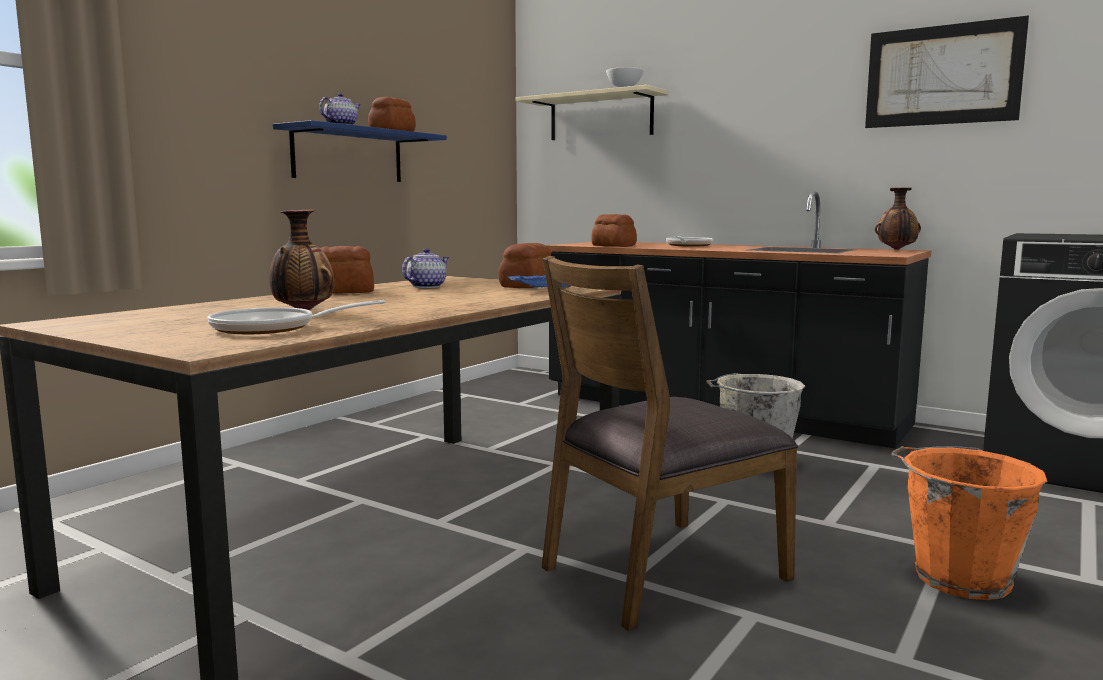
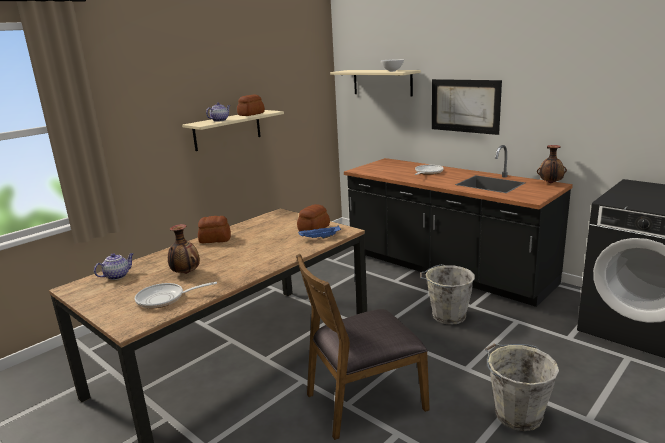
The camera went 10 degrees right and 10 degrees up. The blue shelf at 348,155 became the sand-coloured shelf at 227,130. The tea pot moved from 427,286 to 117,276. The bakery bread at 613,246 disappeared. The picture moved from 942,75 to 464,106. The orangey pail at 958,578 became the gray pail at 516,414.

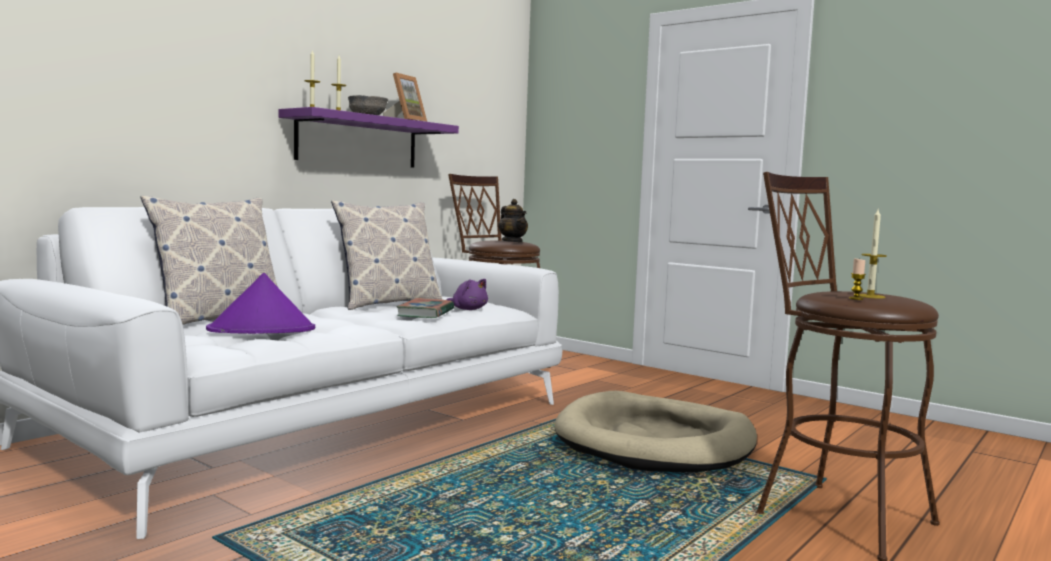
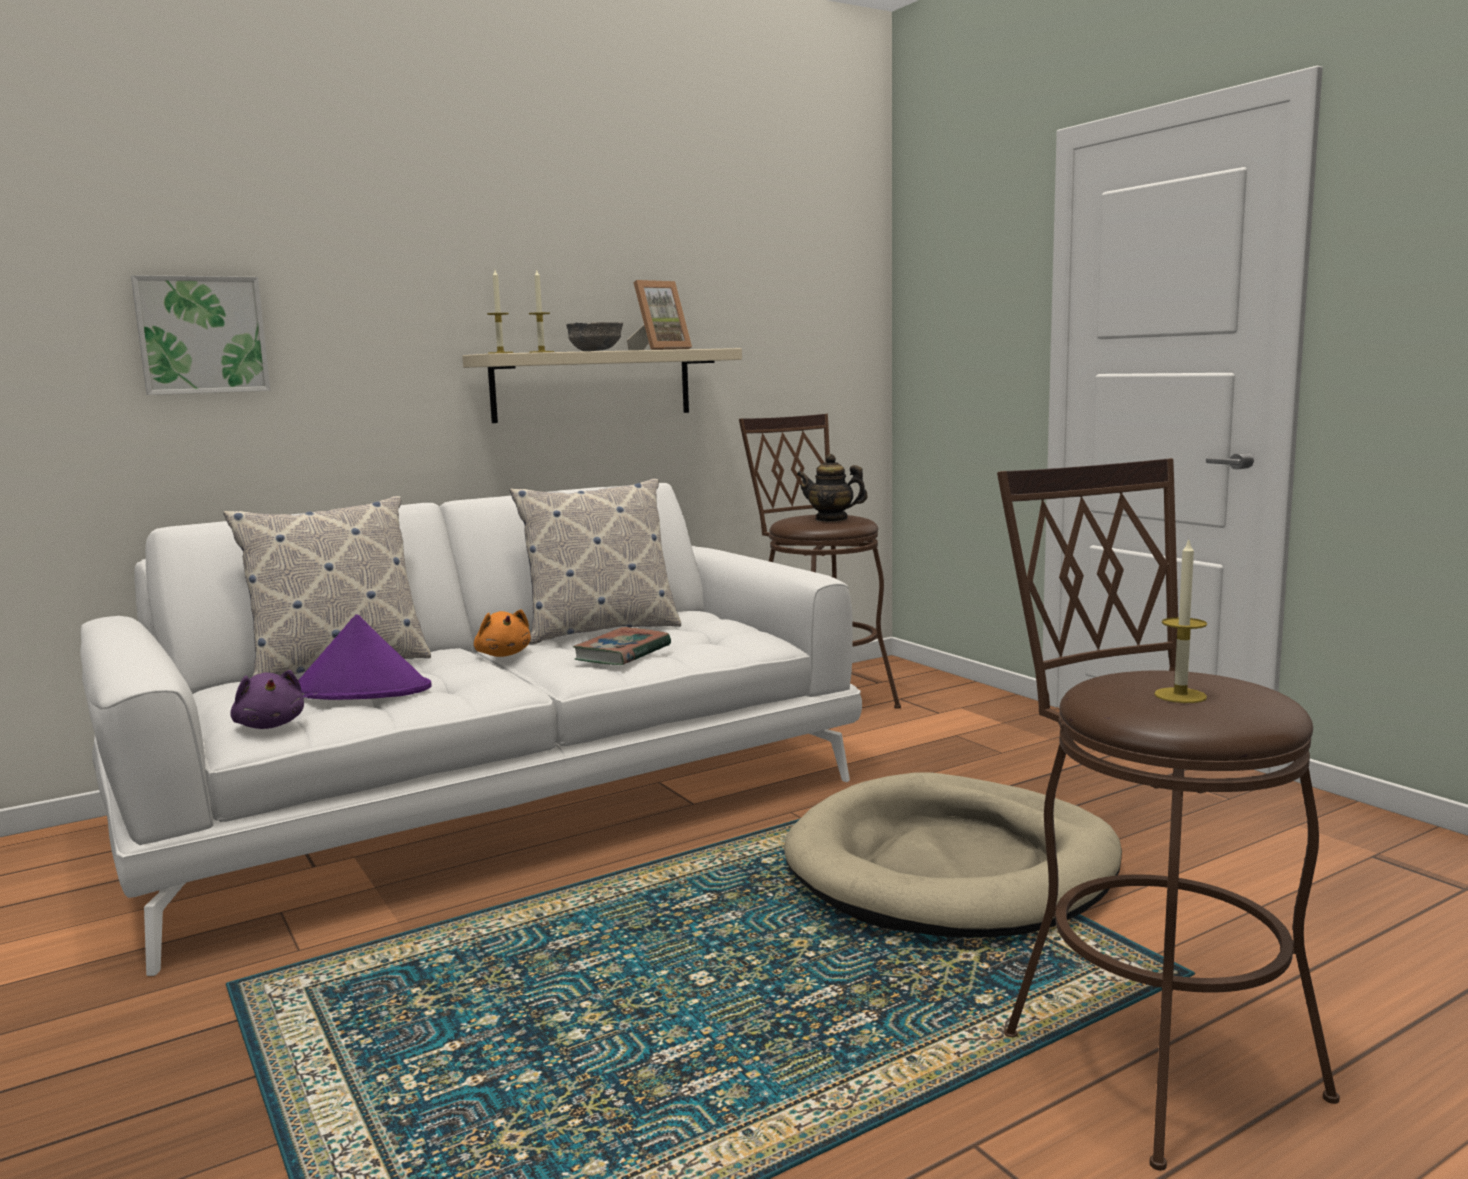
The camera went 20 degrees right and 5 degrees up. The purple shelf at 358,141 became the sand-coloured shelf at 593,385. The purple plush toy moved from 468,309 to 270,725. The tea pot at 512,242 turned 120 degrees clockwise. The candle at 856,298 disappeared. The picture at 201,335 appeared. The orangey plush toy at 503,654 appeared.

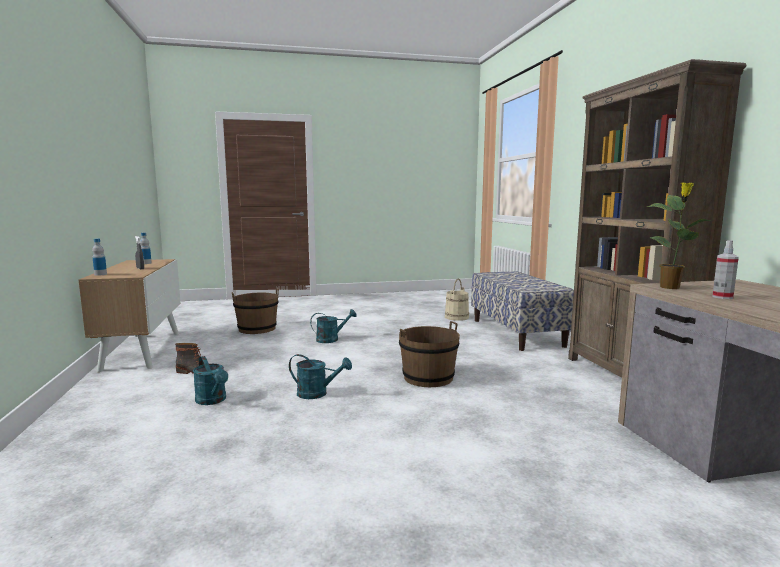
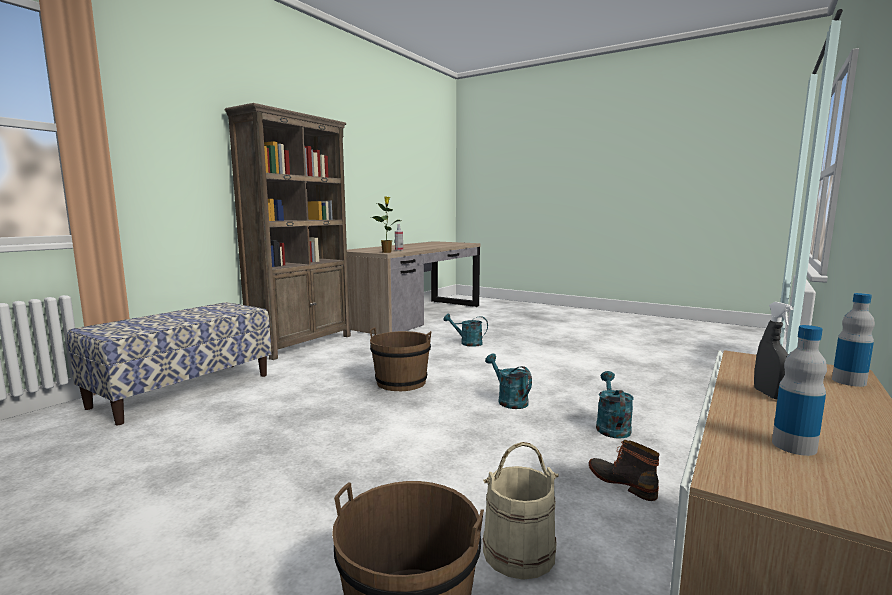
The camera went 135 degrees left and 0 degrees up. The blue-green sprinkling can moved from 331,339 to 467,343. The sand-coloured pail moved from 456,317 to 519,552.

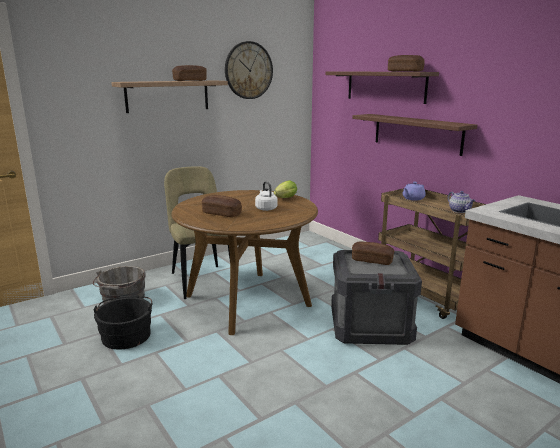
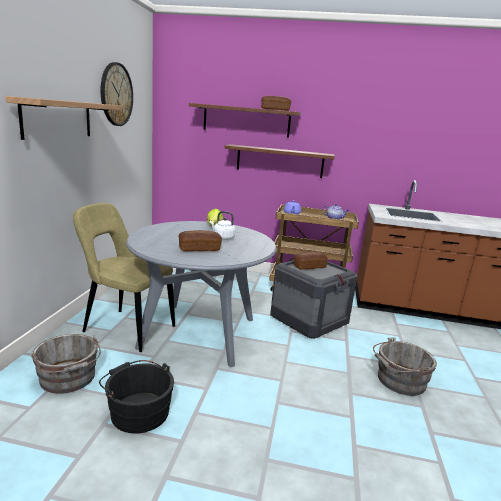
The camera went 45 degrees left and 0 degrees up. The brownish kitchen table at 247,300 became the gray kitchen table at 198,332. The bakery bread at 190,80 disappeared. The gray pail at 398,381 appeared.

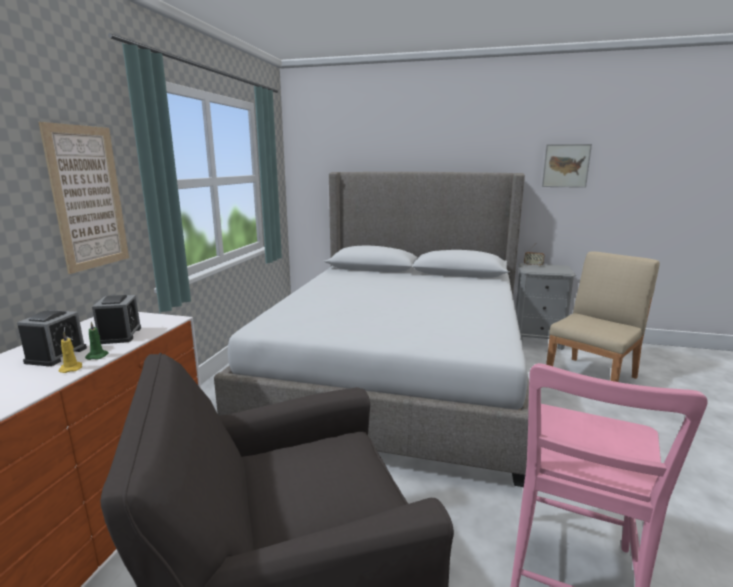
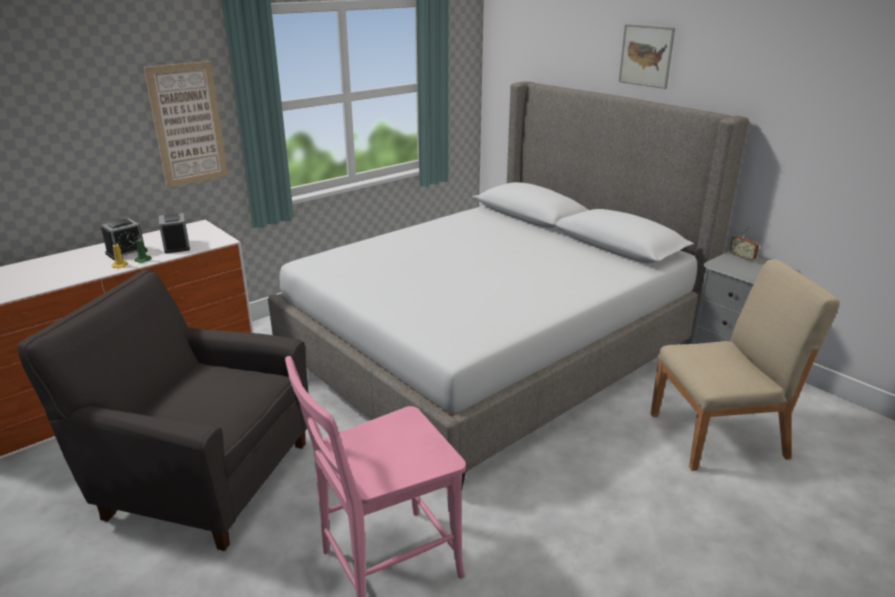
The camera went 35 degrees right and 10 degrees up. The table clock at 120,335 turned 45 degrees counterclockwise. The picture moved from 566,165 to 646,56.

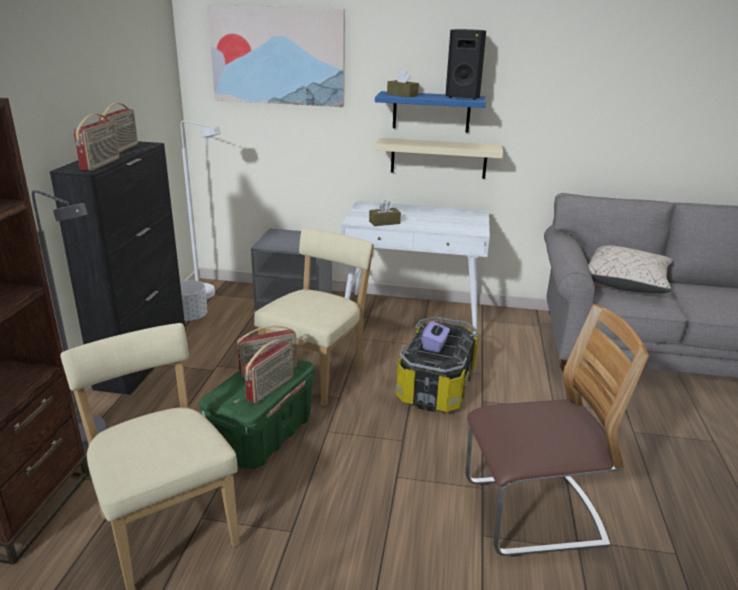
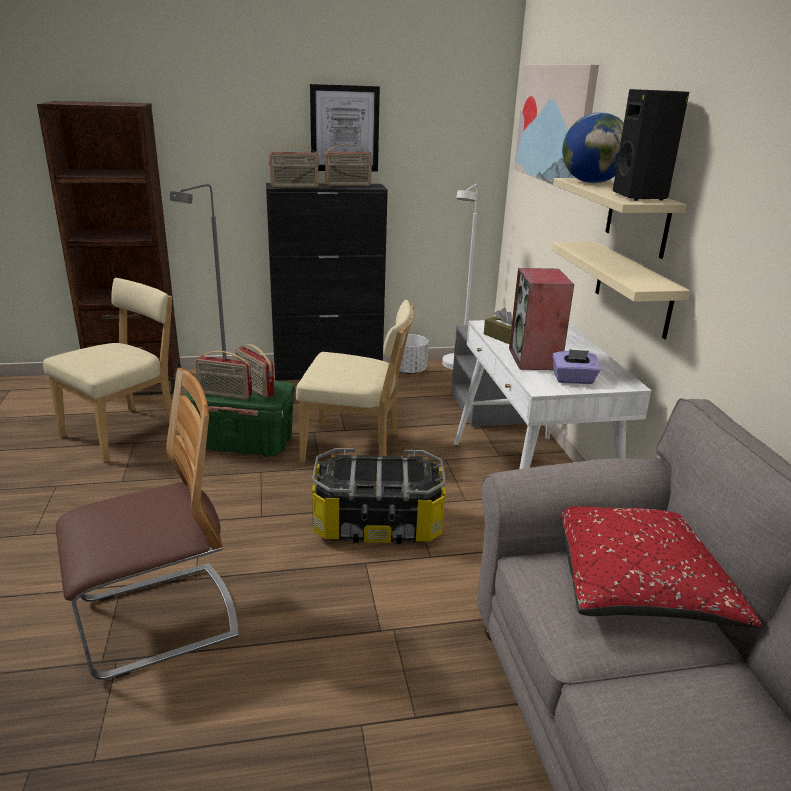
The camera went 70 degrees right and 0 degrees up. The blue shelf at 431,112 became the sand-coloured shelf at 637,217. The brownish box of tissues at 402,95 was replaced by the world globe at 591,182. The purple box of tissues moved from 435,345 to 573,380. The plain chair at 532,513 turned 90 degrees counterclockwise. The sand-coloured throw pillow at 625,282 became the reddish throw pillow at 641,586. The picture at 344,129 appeared. The loudspeaker at 535,359 appeared.

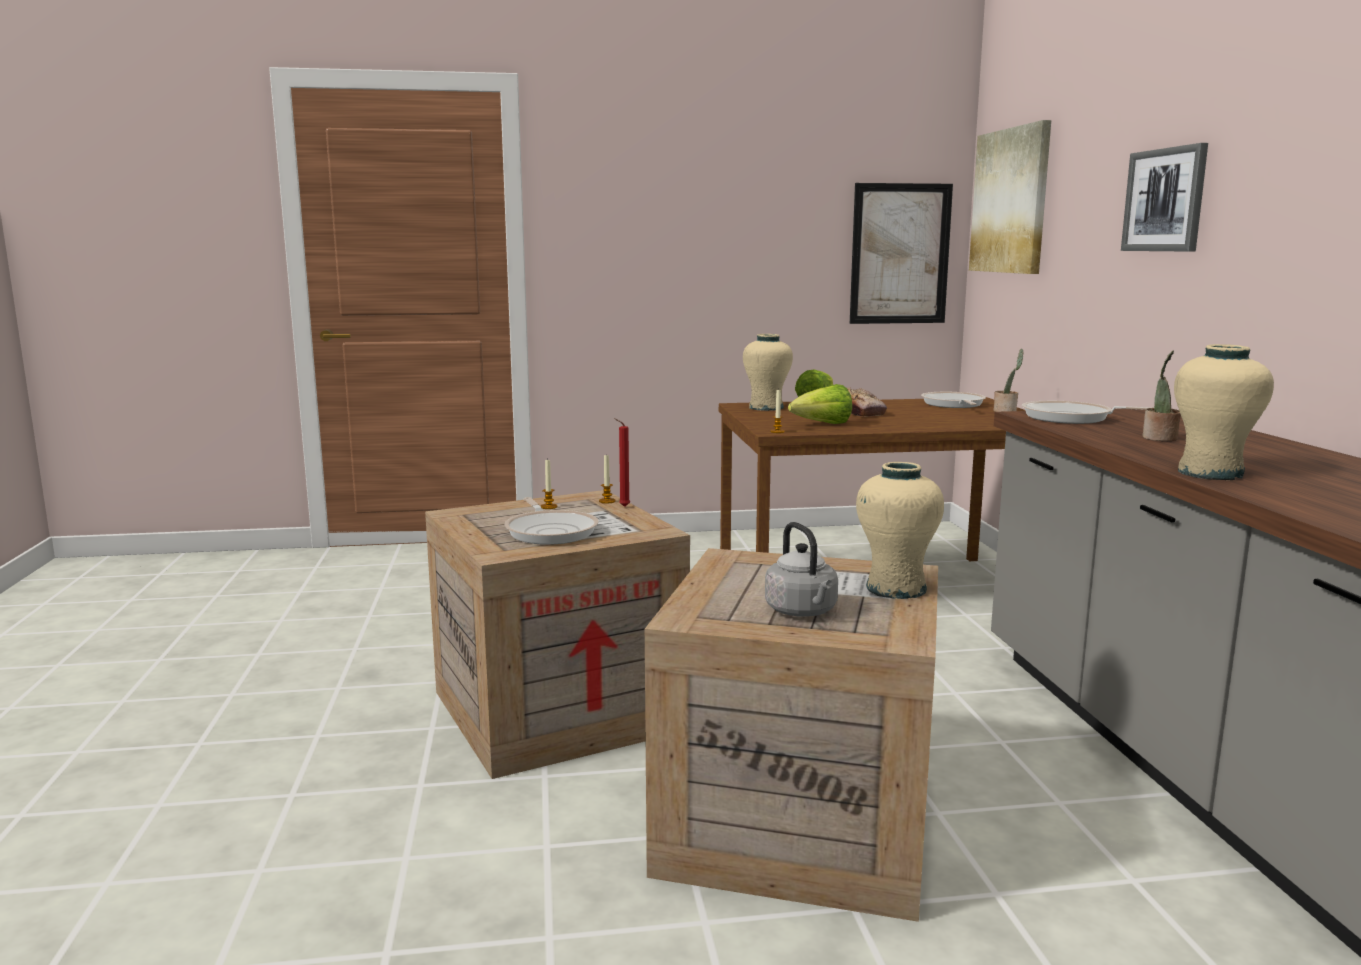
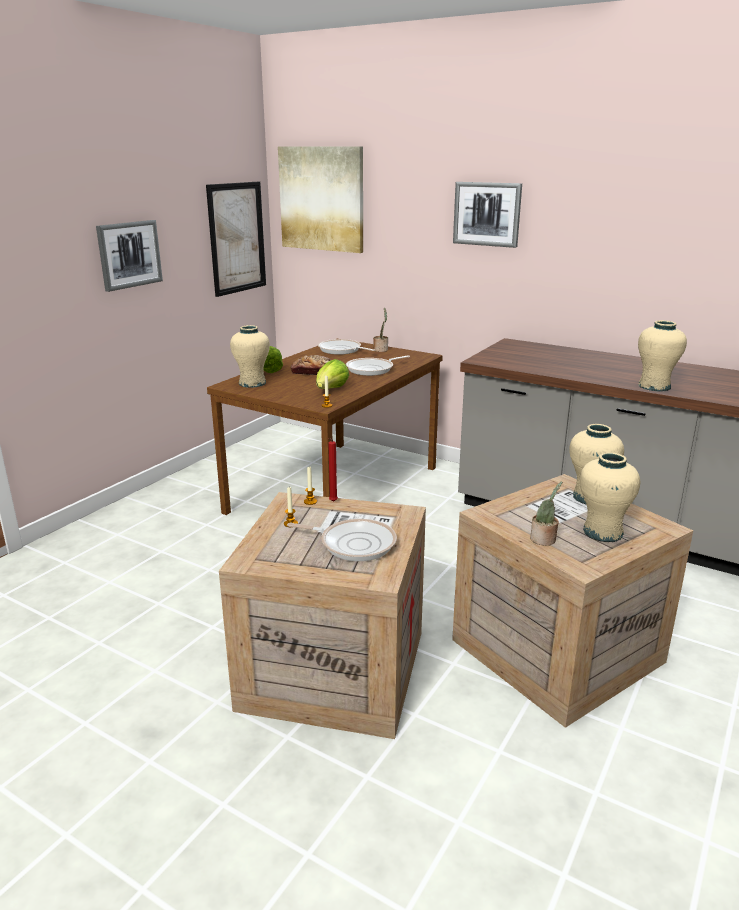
The camera went 50 degrees left and 10 degrees up. The gray water kettle at 803,612 was replaced by the sand-coloured decorative vase at 602,532. The frying pan moved from 1072,418 to 372,369. The houseplant moved from 1160,438 to 544,540. The picture at 129,254 appeared.

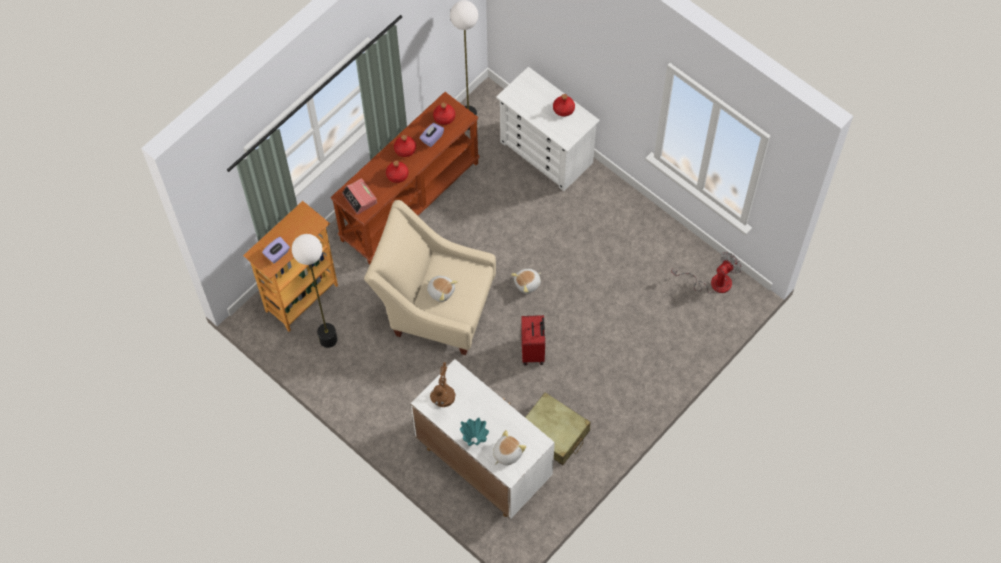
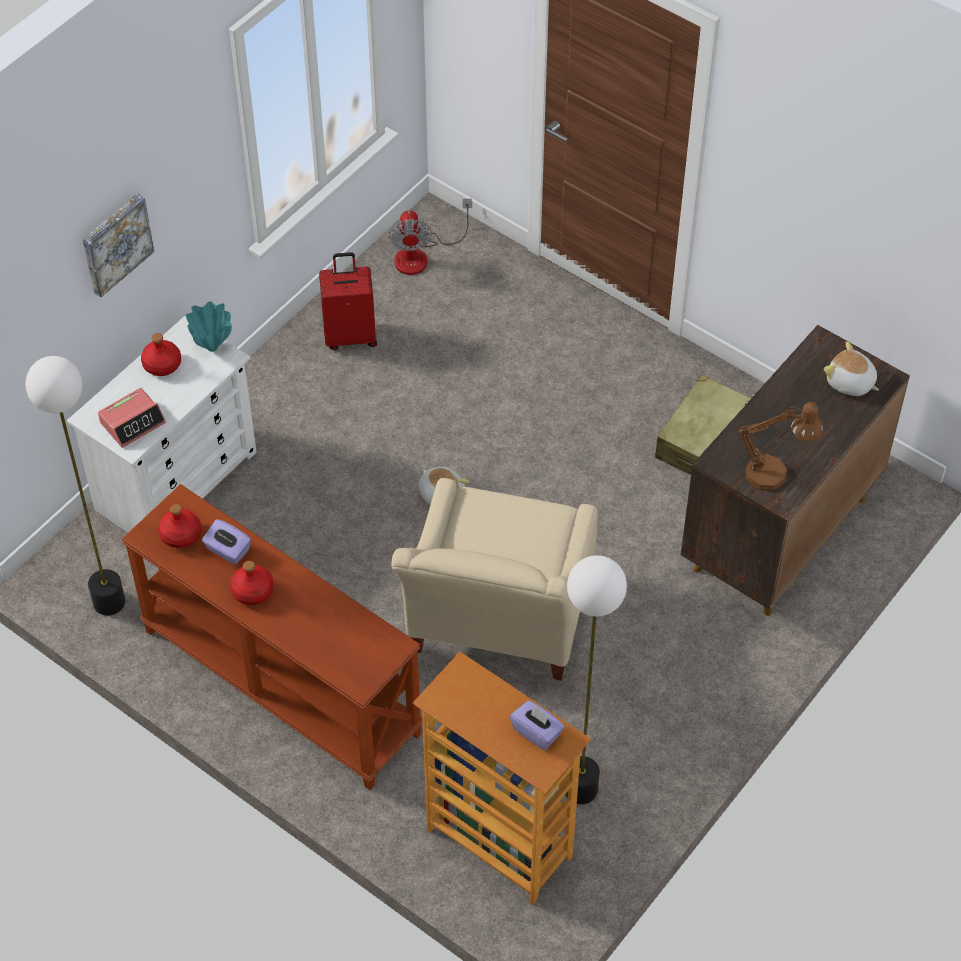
The camera went 95 degrees left and 10 degrees down. The table clock moved from 360,198 to 133,422. The reddish beverage bottle at 397,175 disappeared. The whitish cupboard at 483,463 became the brownish cupboard at 779,535. The plush toy at 441,291 disappeared. The blue-green decorative vase moved from 474,440 to 213,347. The reddish piece of luggage moved from 533,351 to 350,335. The fan at 712,282 turned 135 degrees counterclockwise. The picture at 115,243 appeared.

